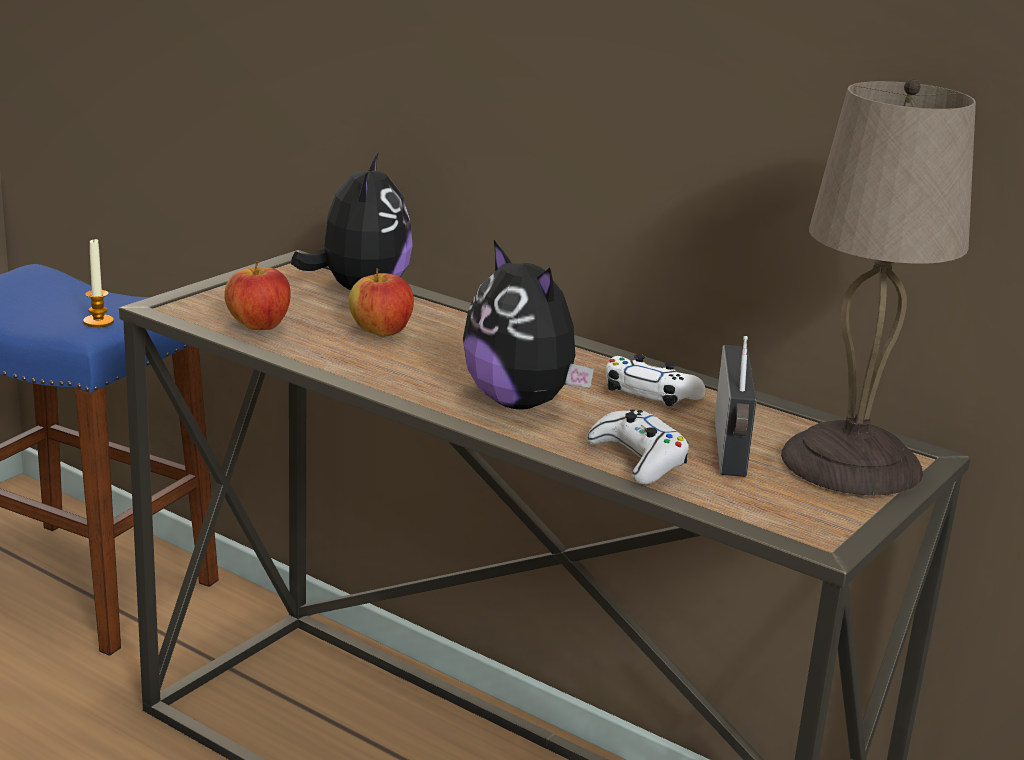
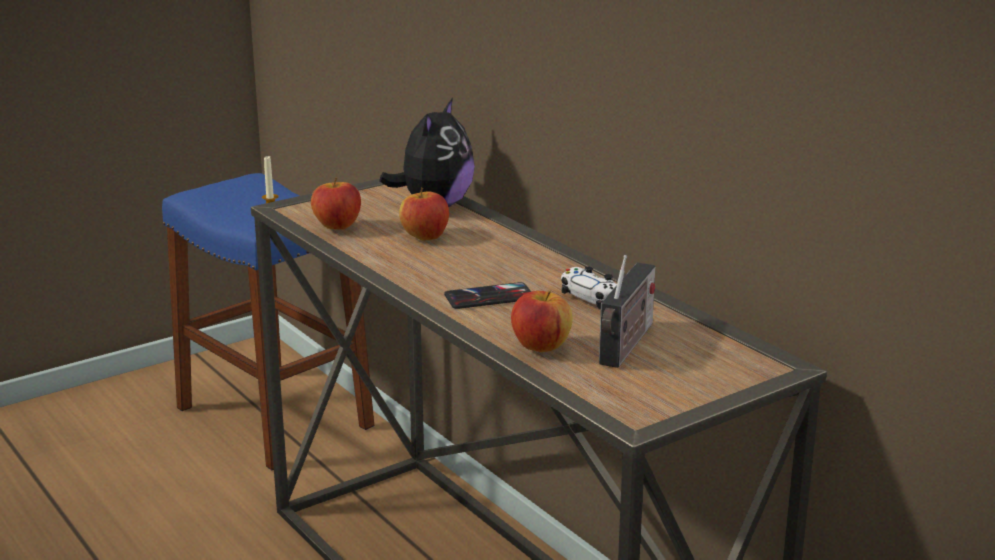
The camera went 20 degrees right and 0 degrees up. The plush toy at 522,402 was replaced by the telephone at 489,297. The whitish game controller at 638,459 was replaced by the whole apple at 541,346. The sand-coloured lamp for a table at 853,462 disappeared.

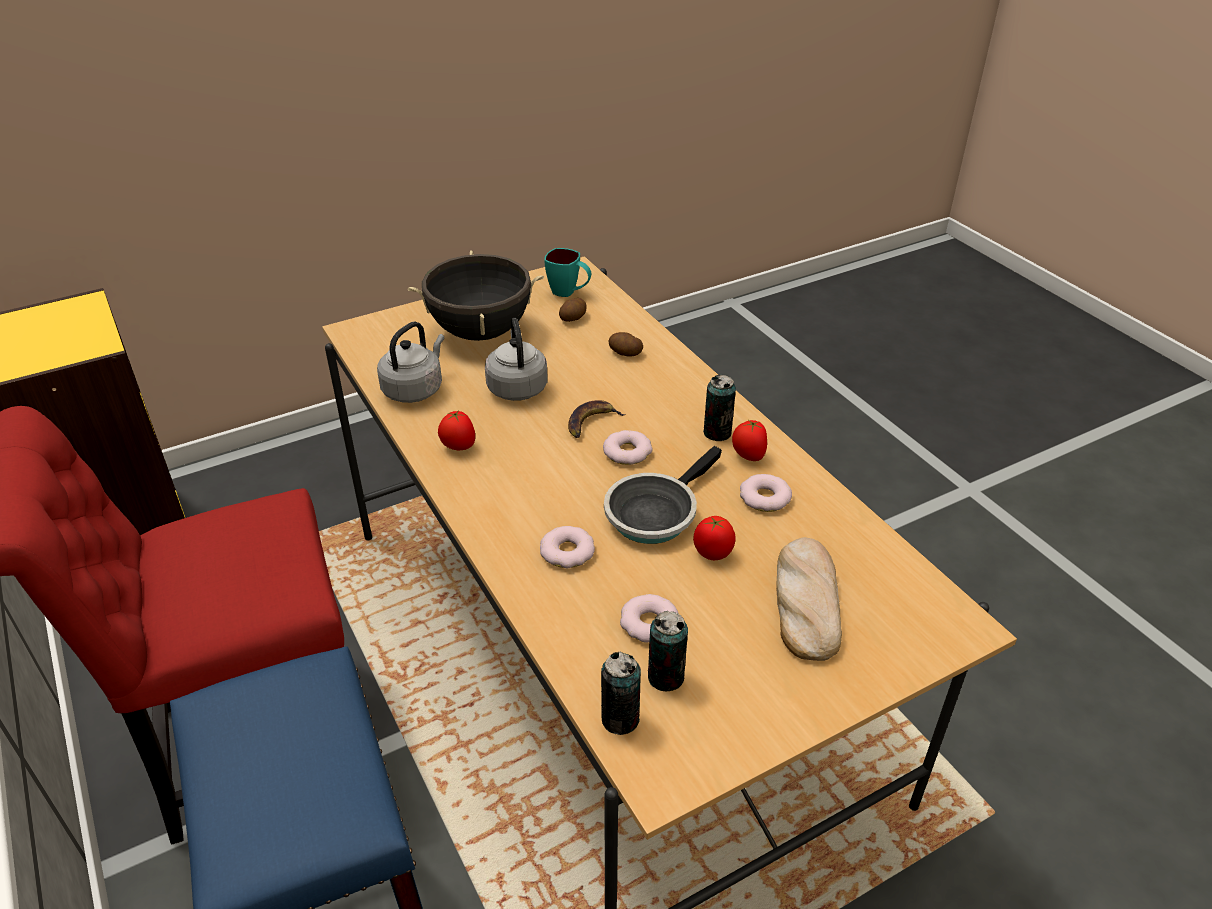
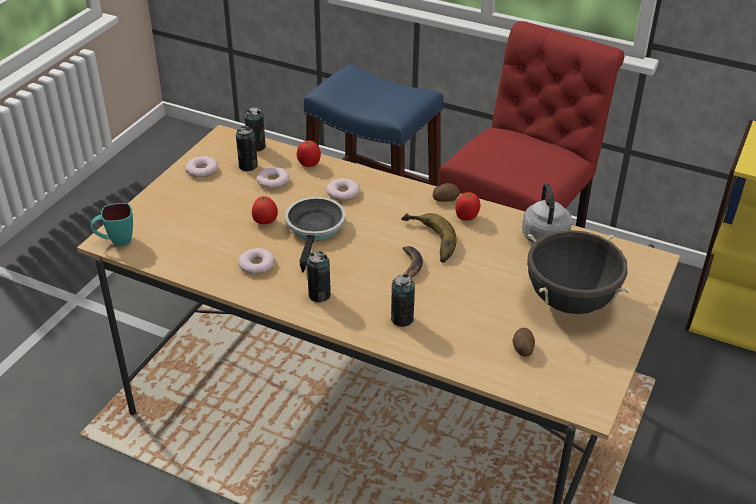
The camera went 145 degrees right and 0 degrees up. The gray water kettle at 517,387 disappeared. The blue-green coffee mug moved from 569,293 to 116,241. The doughnut moved from 627,452 to 202,170. The potato moved from 625,353 to 445,199. The tomato moved from 748,456 to 309,164. The bakery bread at 806,601 disappeared. The can at 402,319 appeared. The whole banana at 427,241 appeared.

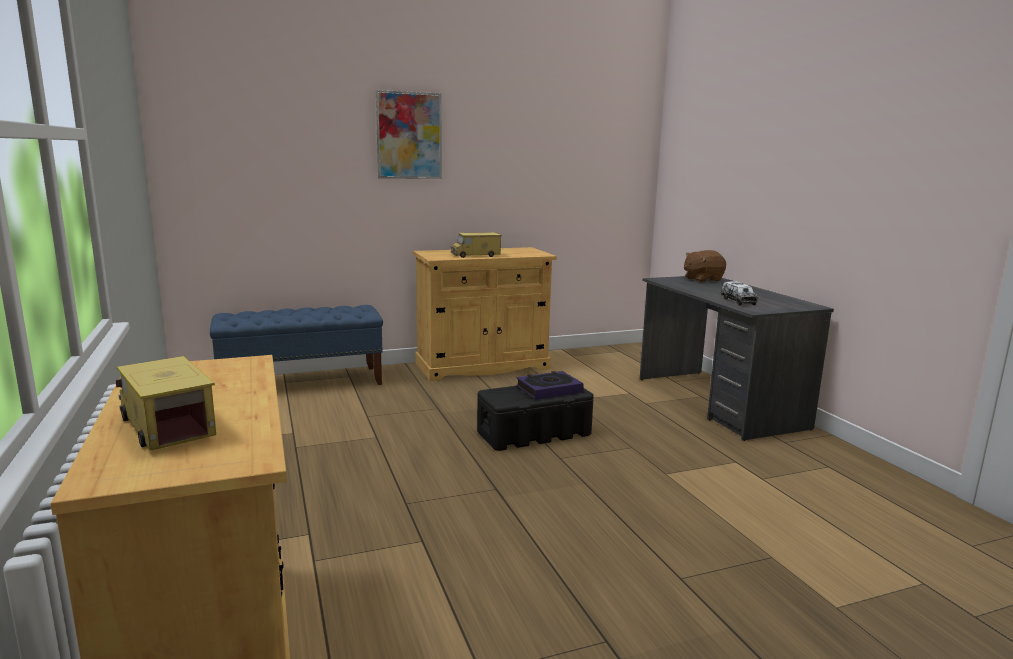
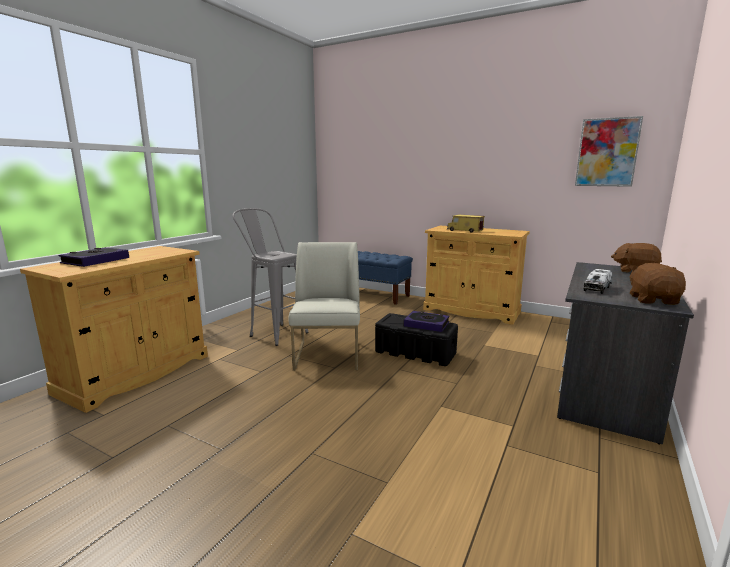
The camera went 50 degrees right and 0 degrees up. The model truck at 167,427 was replaced by the book at 95,261. The picture moved from 409,135 to 607,152. The gray sitting stool at 273,333 appeared. The whitish plain chair at 328,355 appeared. The brownish plush toy at 653,300 appeared.

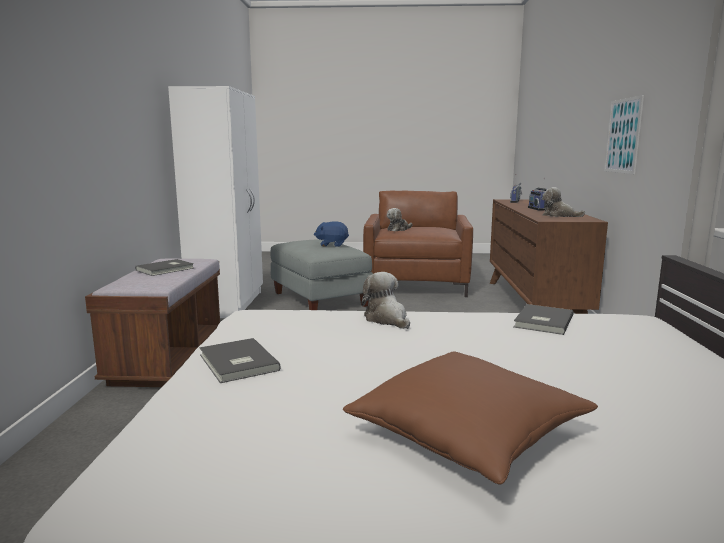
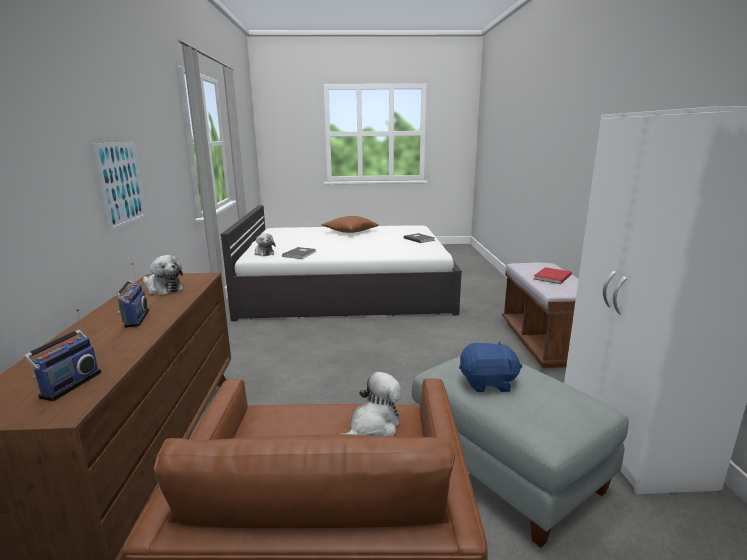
The camera went 175 degrees right and 5 degrees up. The gray book at 166,269 became the reddish book at 551,277. The plush toy moved from 387,319 to 263,253.

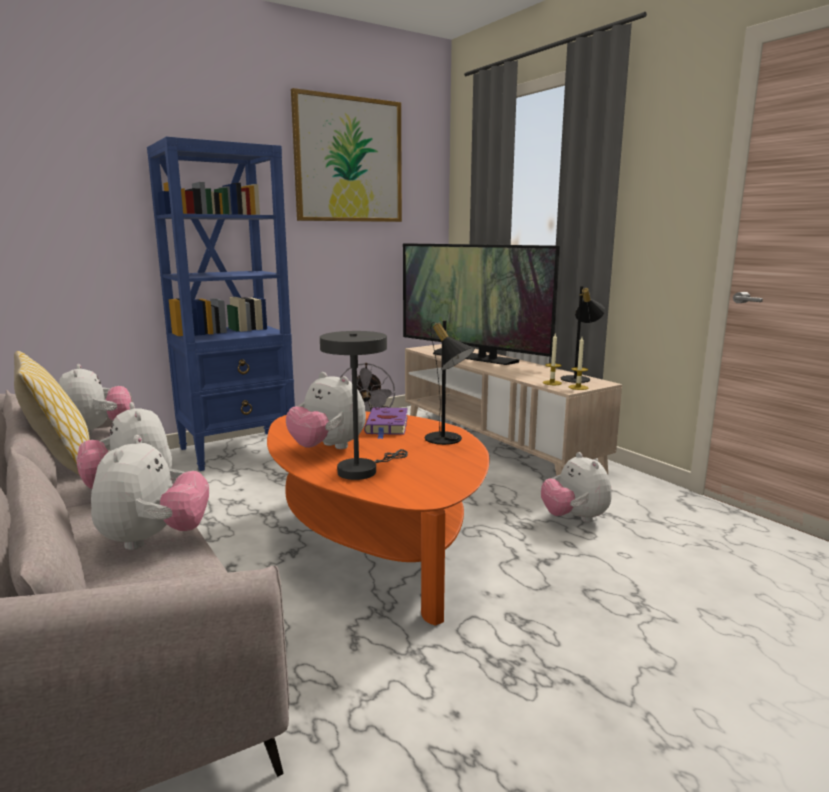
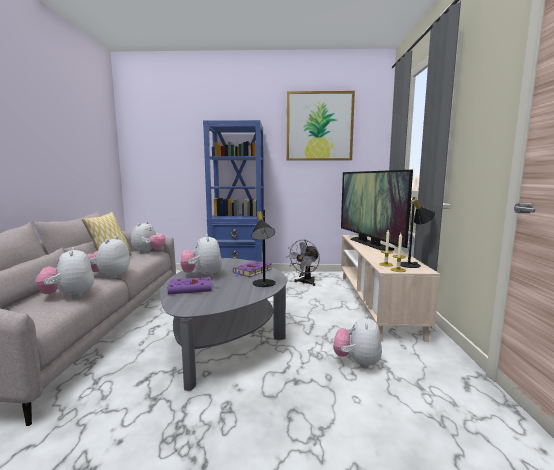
The camera went 35 degrees right and 5 degrees down. The plush toy at 154,540 turned 120 degrees clockwise. The orangey coffee table at 376,543 became the gray coffee table at 226,337. The gray lamp for a table at 362,470 was replaced by the purple book at 192,288.

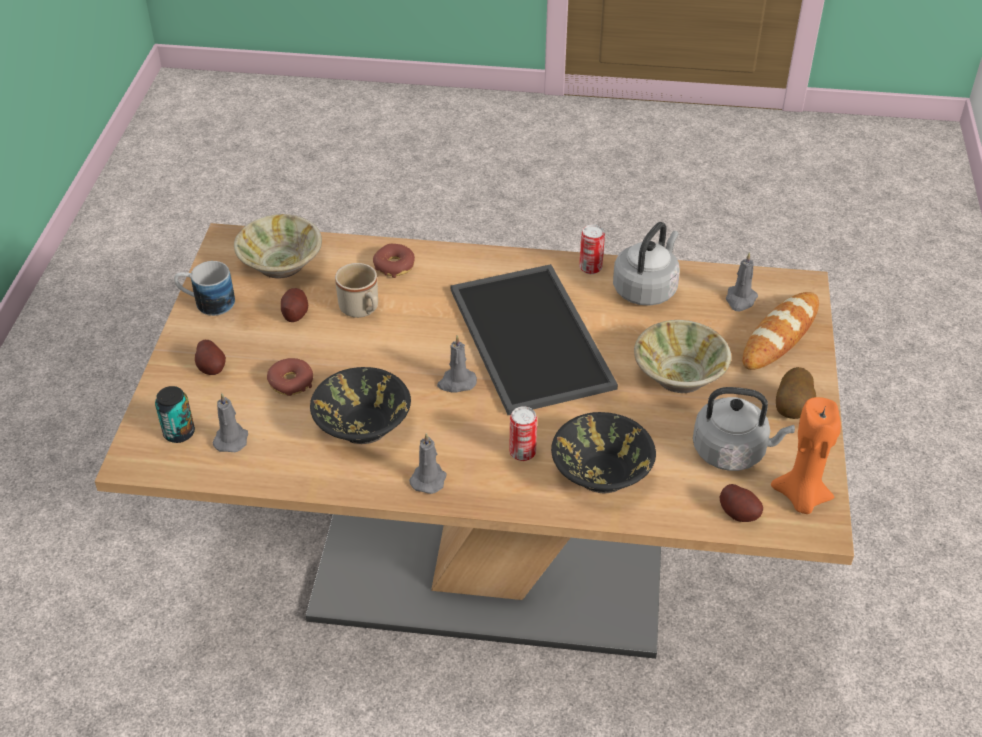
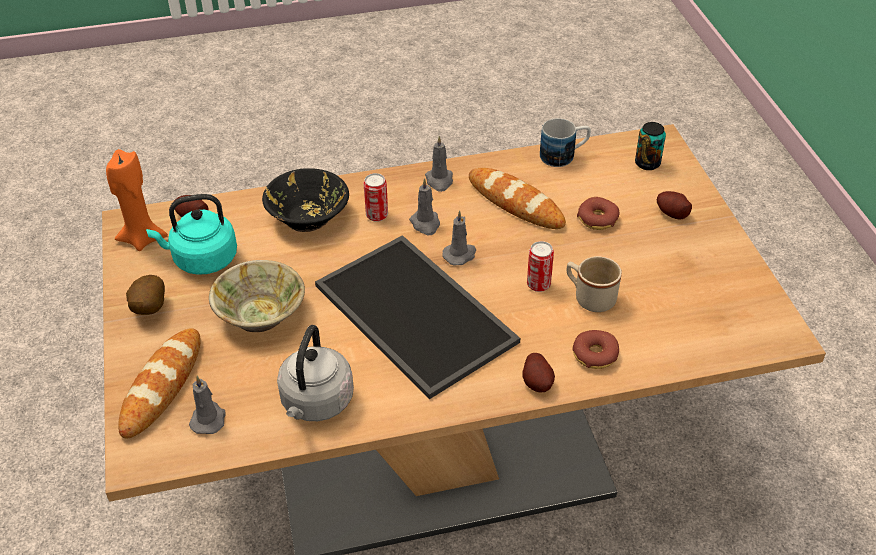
The camera went 160 degrees right and 0 degrees up. The coffee mug moved from 207,303 to 564,155. The gray candle moved from 231,439 to 425,224. The sand-coloured serving bowl at 281,265 disappeared. The potato moved from 295,313 to 537,382. The black-coloured serving bowl at 362,425 was replaced by the bakery bread at 515,203. The can moved from 590,268 to 538,285. The gray water kettle at 733,451 became the blue-green water kettle at 202,259.

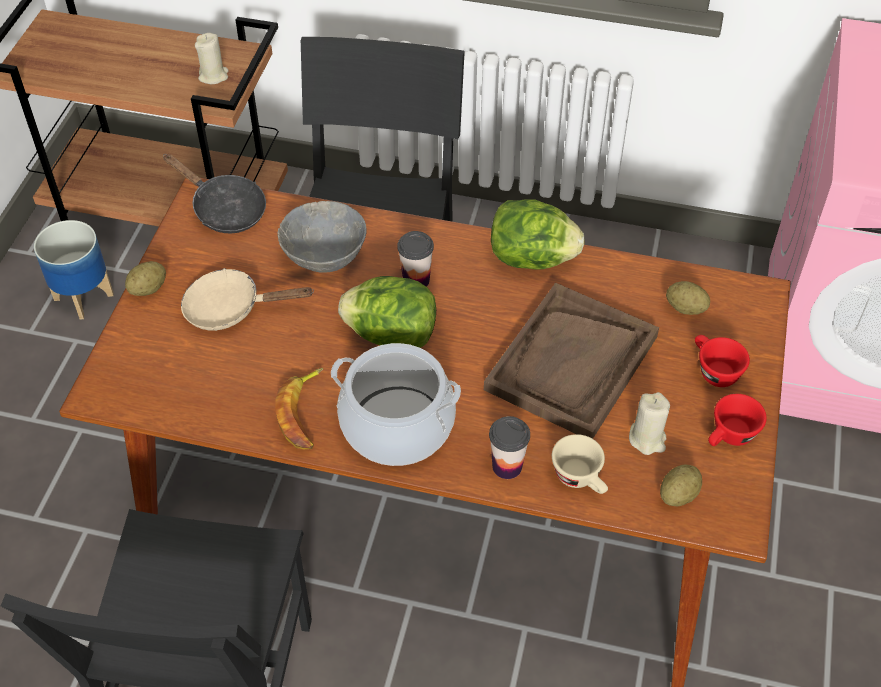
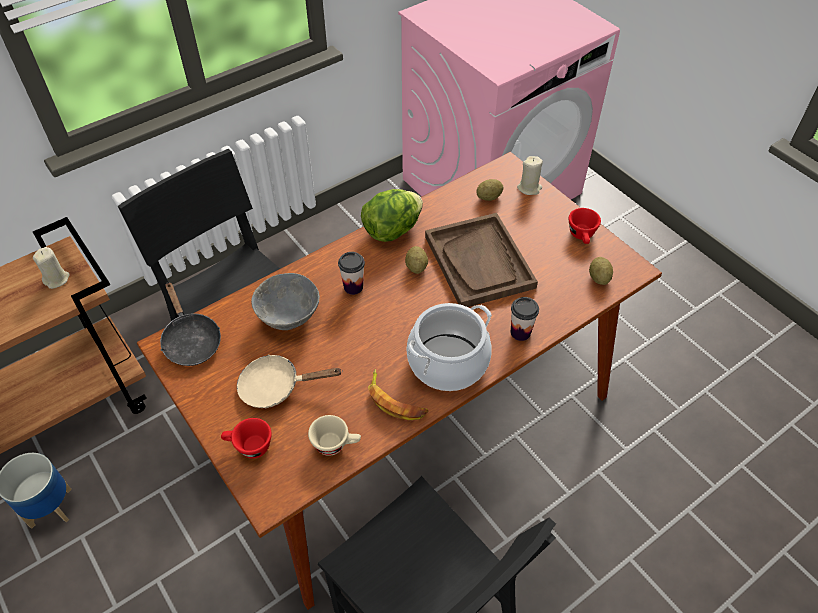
The camera went 50 degrees left and 0 degrees up. The potato moved from 148,289 to 416,267. The black-coloured frying pan at 224,209 turned 75 degrees clockwise. The sand-coloured frying pan at 231,308 turned 45 degrees clockwise. The lettuce at 391,335 disappeared. The sand-coloured small cup moved from 581,479 to 336,444. The sand-coloured candle moved from 647,438 to 529,188. The reddish small cup moved from 713,370 to 249,447.

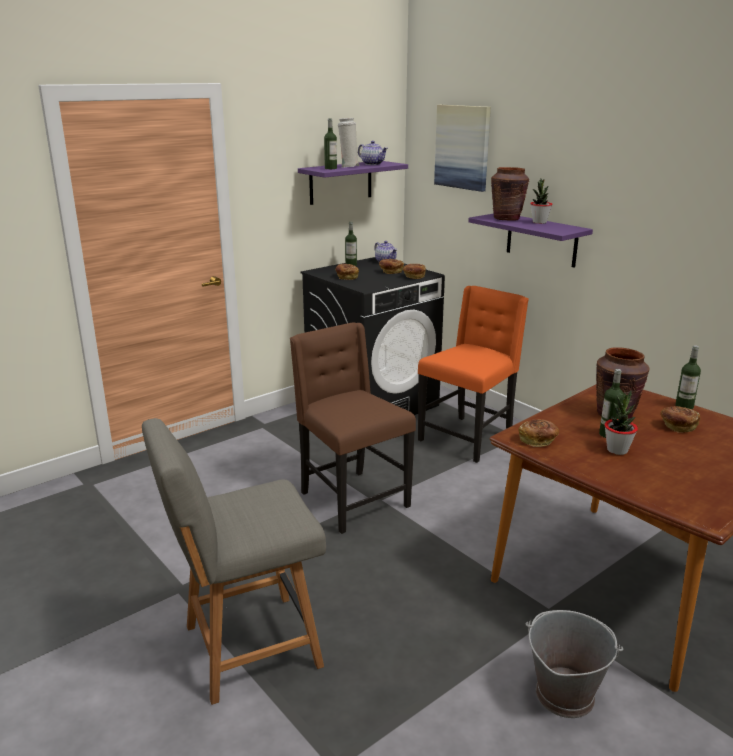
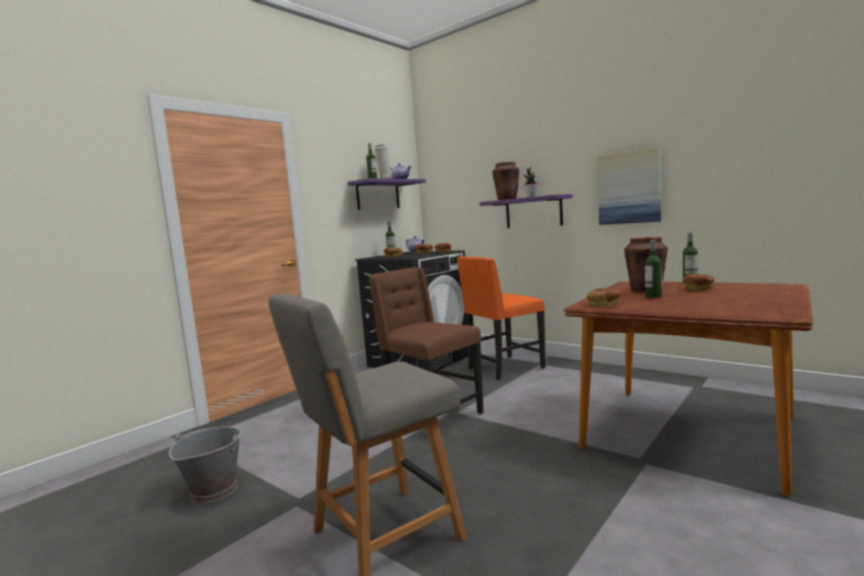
The camera went 10 degrees left and 15 degrees down. The orangey plain chair at 467,438 turned 150 degrees counterclockwise. The picture moved from 462,147 to 629,188. The gray pail moved from 563,694 to 213,491. The houseplant at 617,450 disappeared.

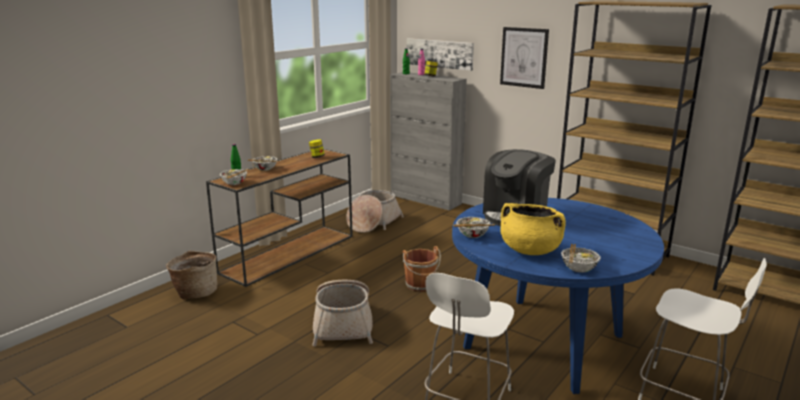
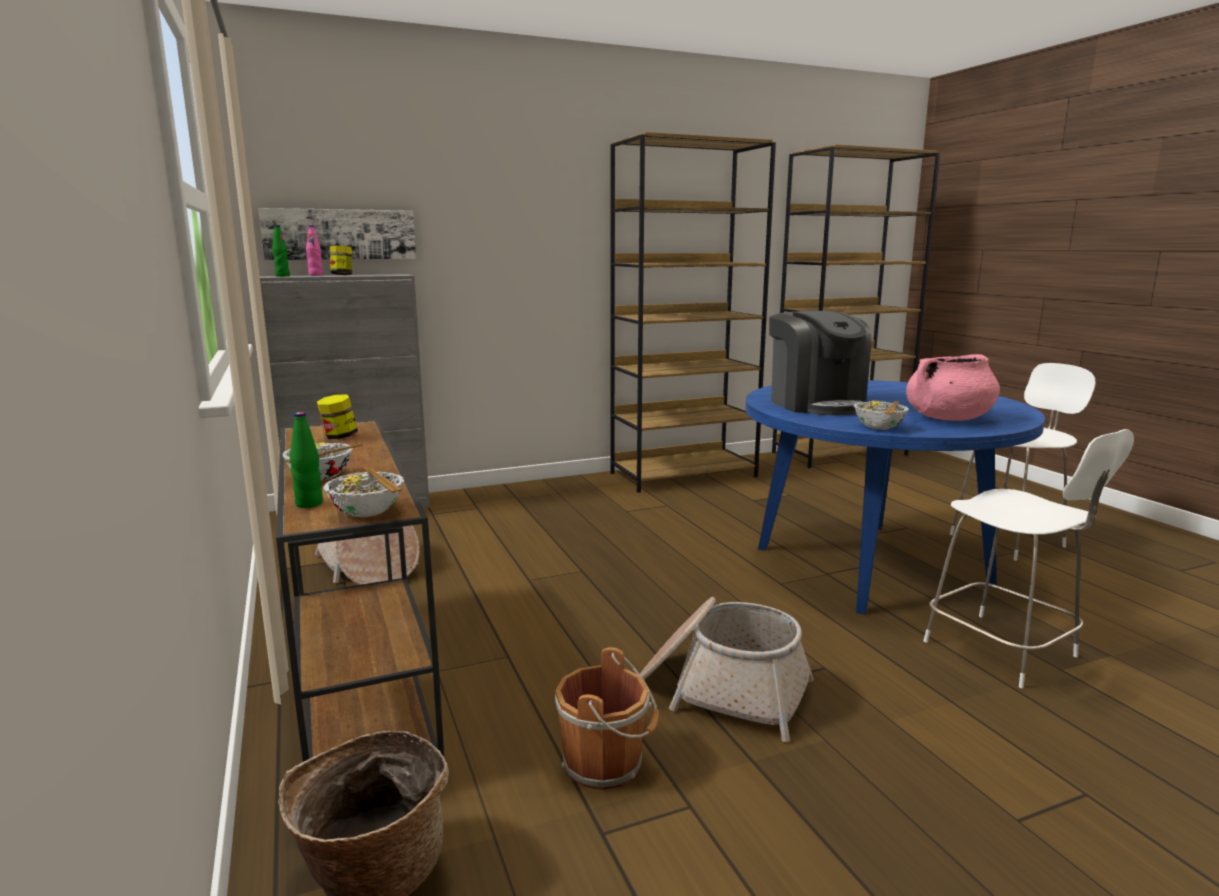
The camera went 60 degrees left and 5 degrees down. The brownish pail moved from 421,285 to 606,764. The picture at 524,57 disappeared. The yellow-coloured saucepot at 529,250 became the pinkish saucepot at 948,418. The serving bowl at 578,269 disappeared.

